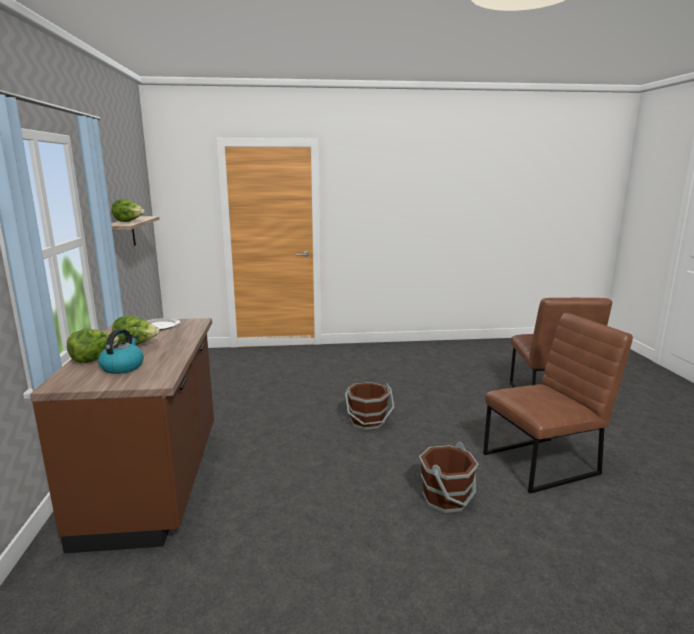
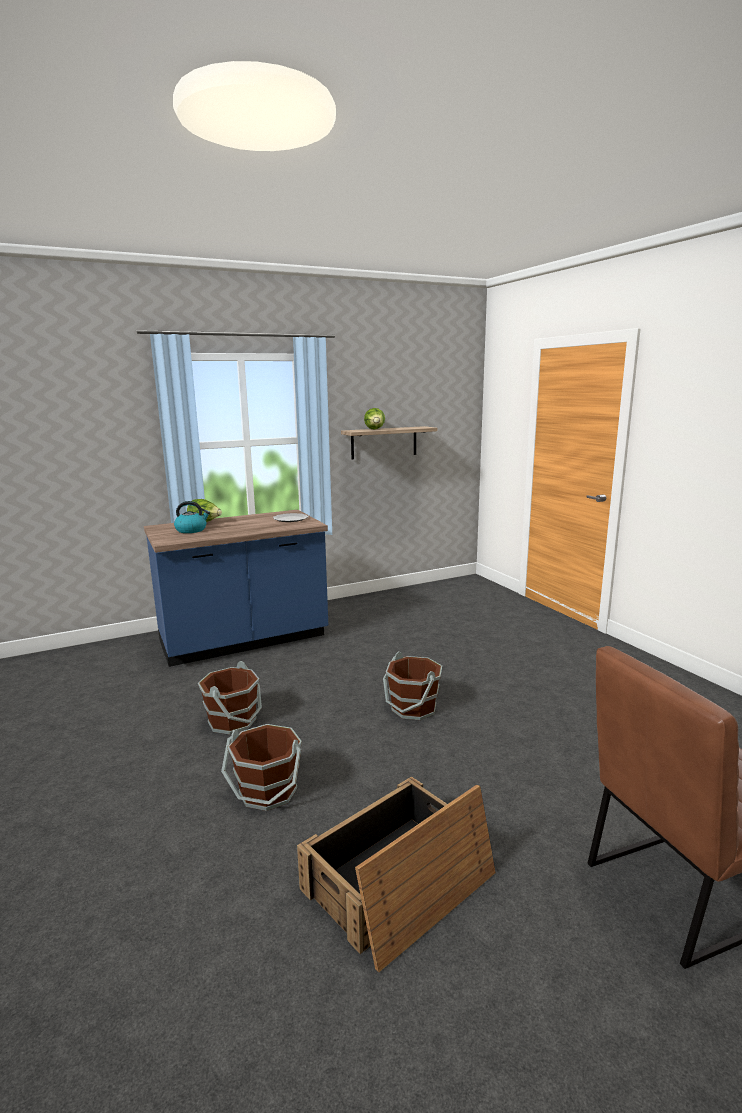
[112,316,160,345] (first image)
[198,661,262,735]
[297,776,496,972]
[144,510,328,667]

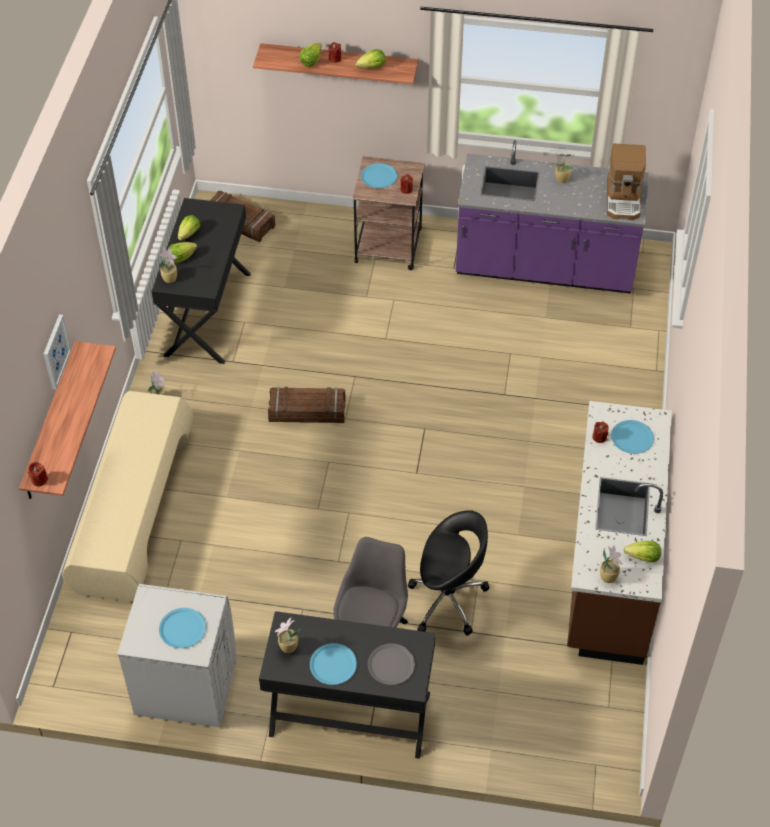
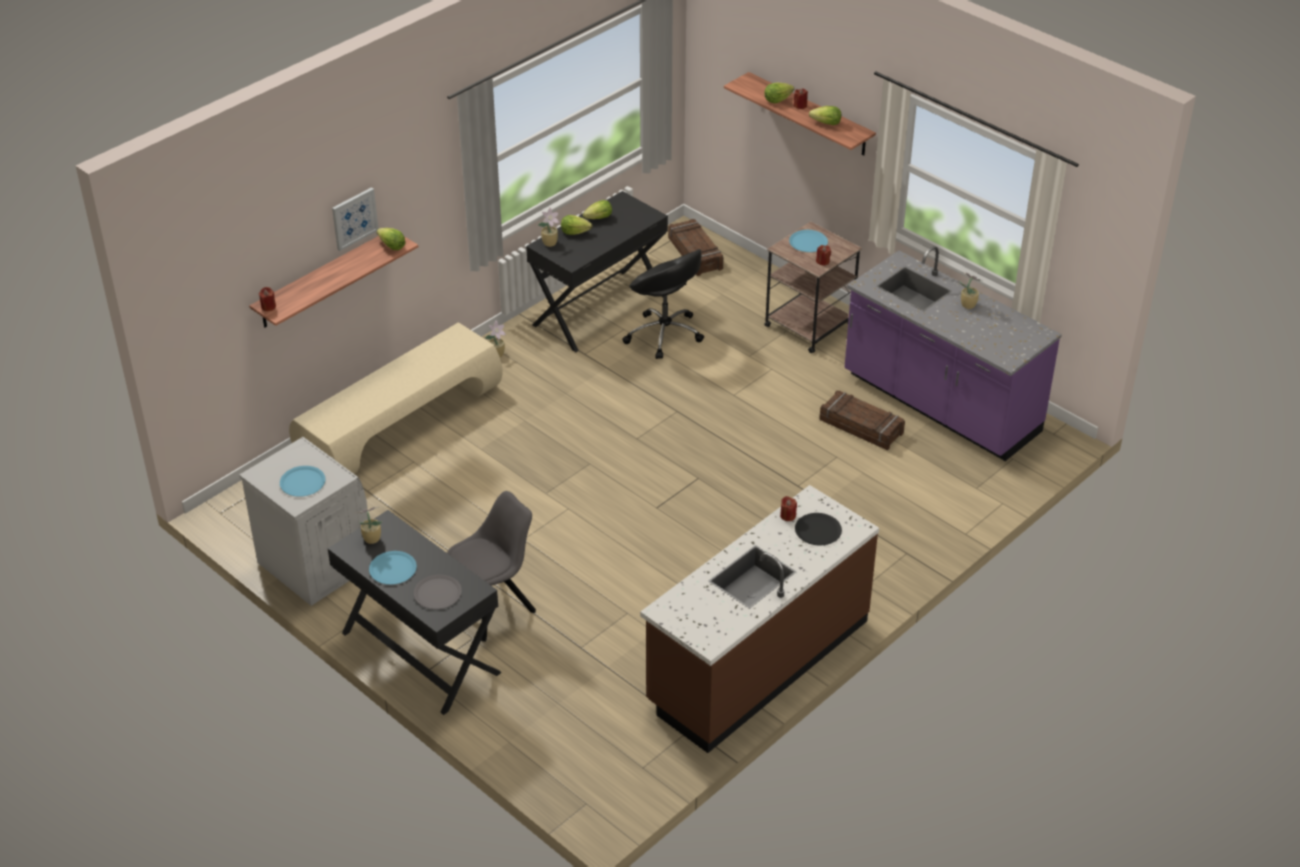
[600,545,622,583] (first image)
[607,143,646,220] (first image)
[819,391,905,450]
[622,249,704,359]
[377,228,406,250]
[795,513,842,545]

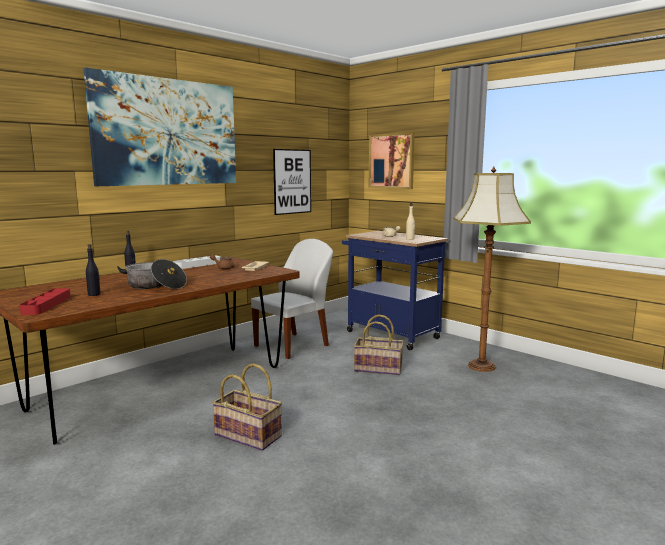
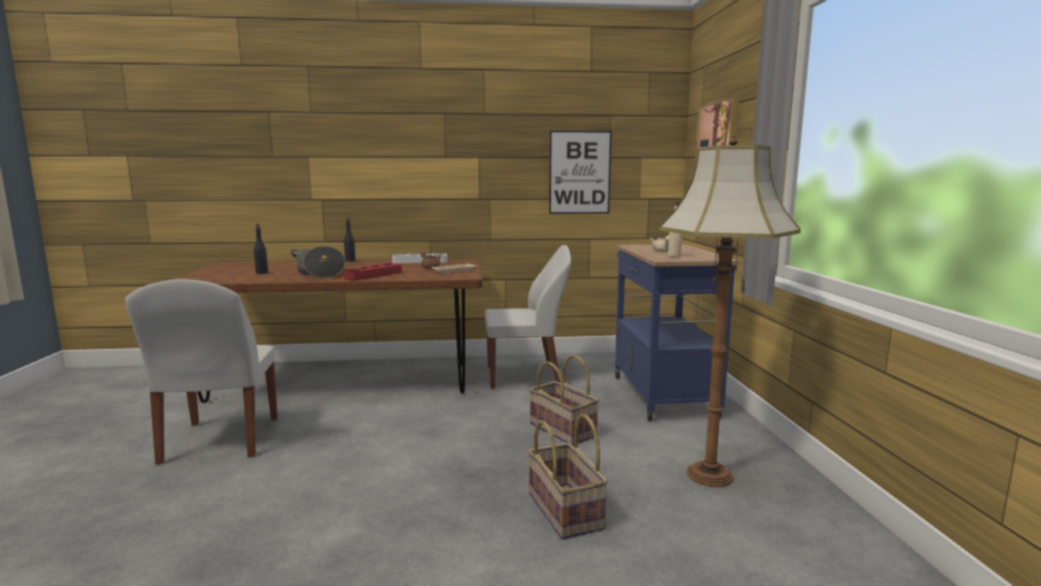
[83,68,236,186] (first image)
[125,279,278,464]
[344,263,402,281]
[528,414,608,539]

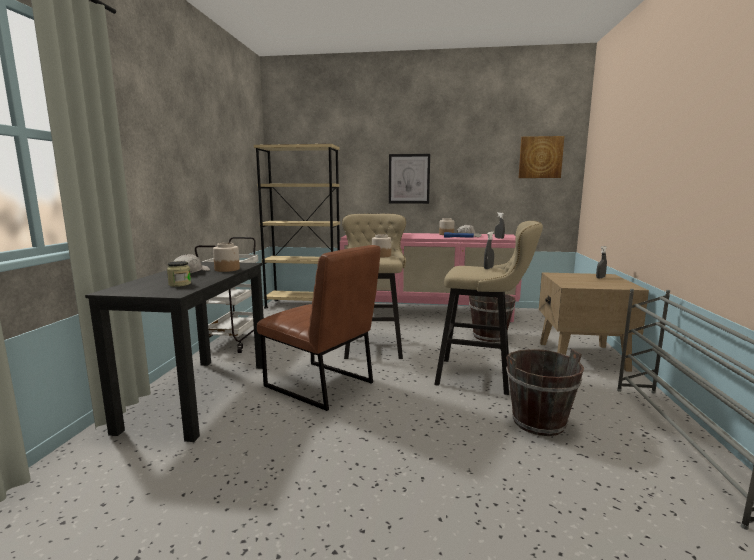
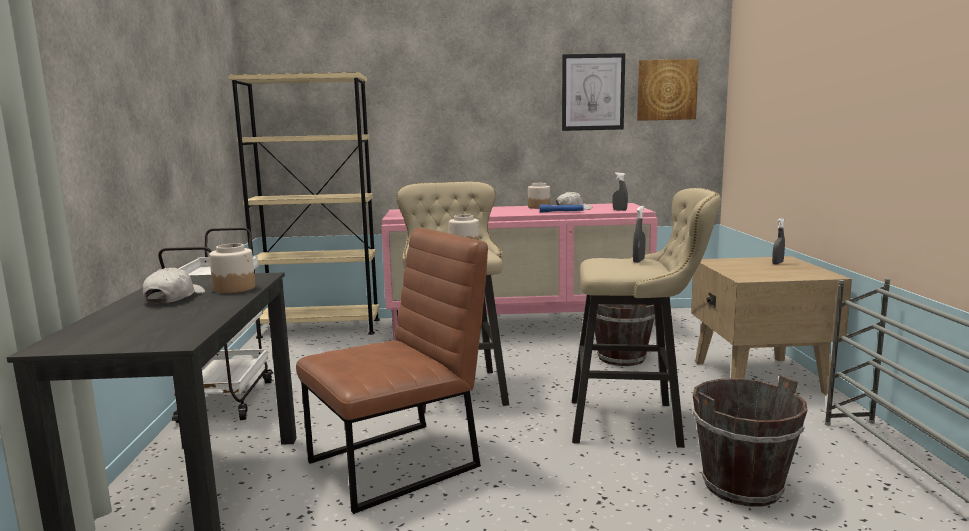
[167,261,191,287] (first image)
[562,53,625,131]
[296,228,488,514]

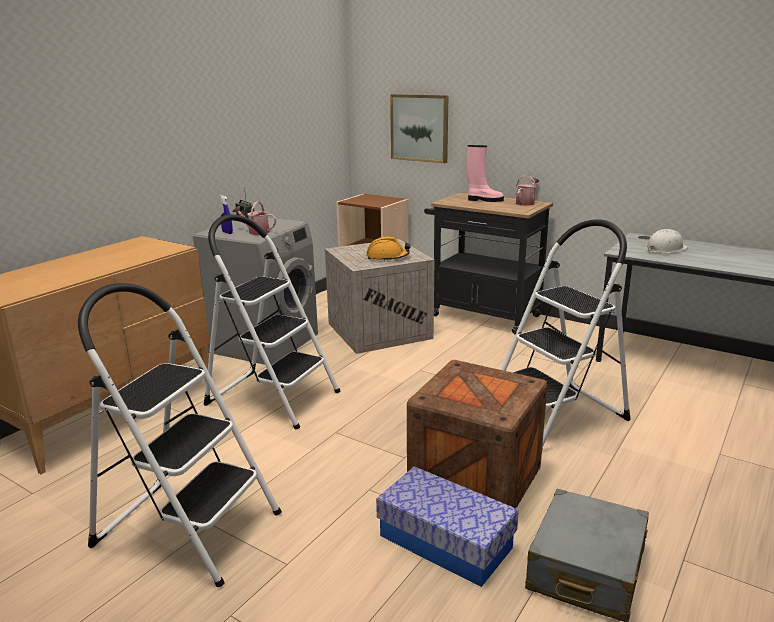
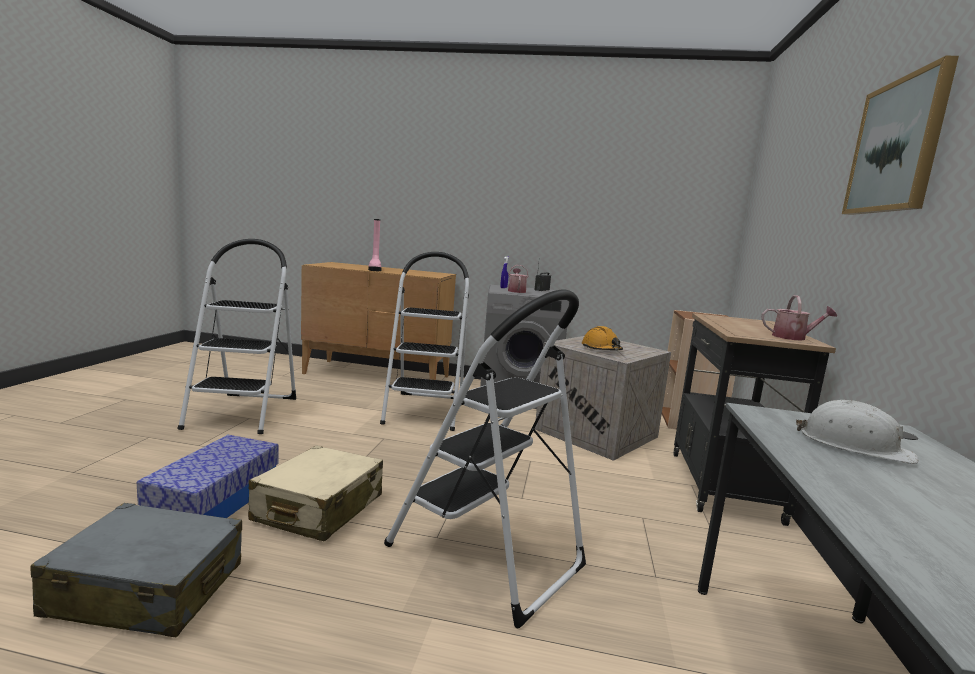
[842,56,959,215]
[368,219,382,271]
[248,445,383,541]

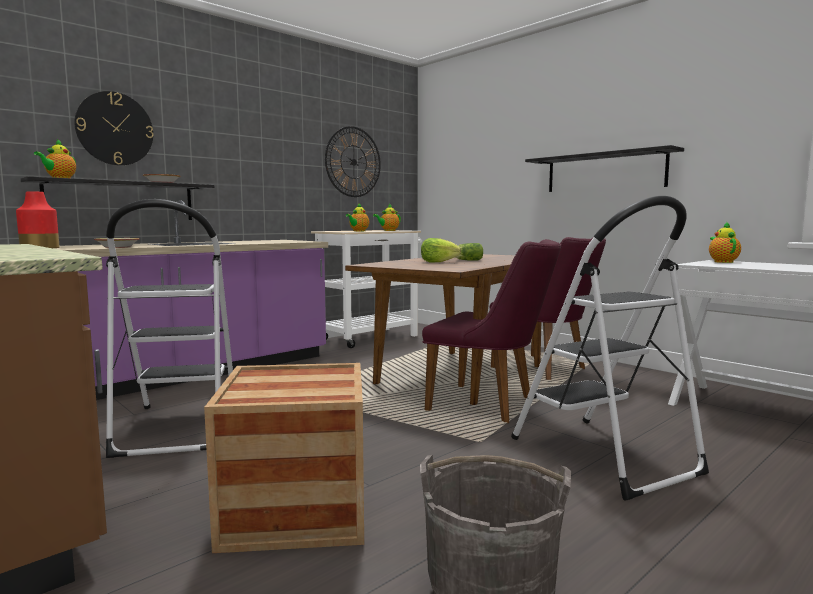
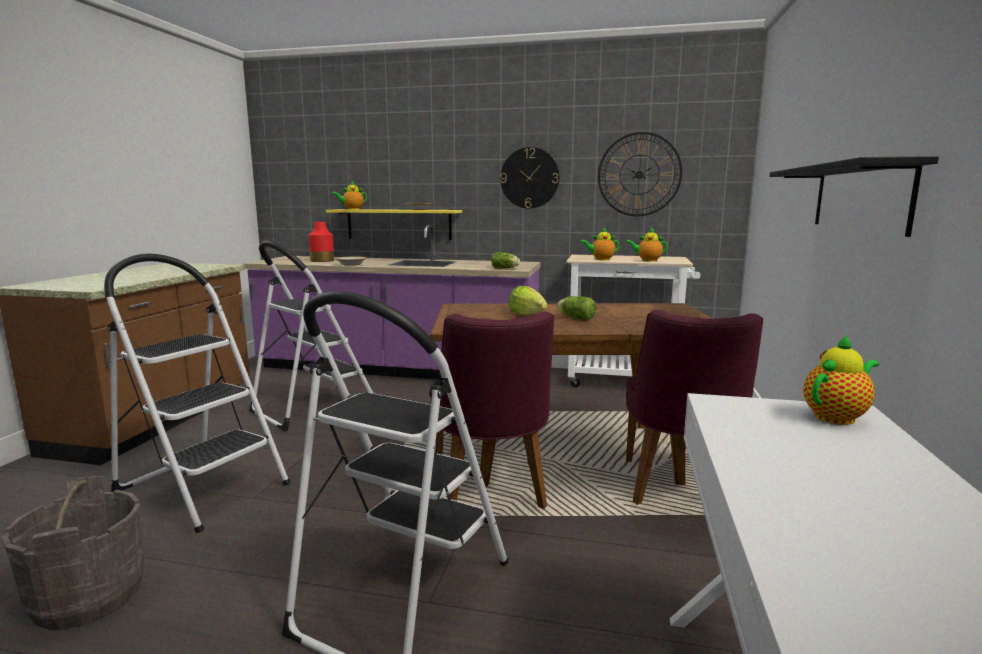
[491,252,520,269]
[500,147,559,209]
[104,254,291,533]
[326,209,462,240]

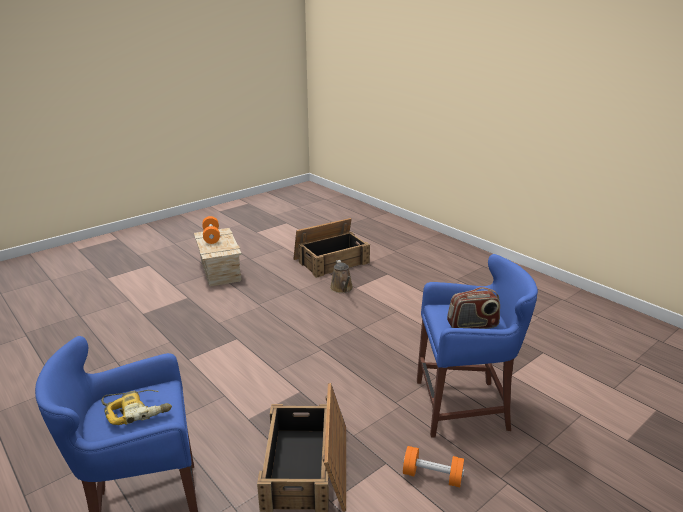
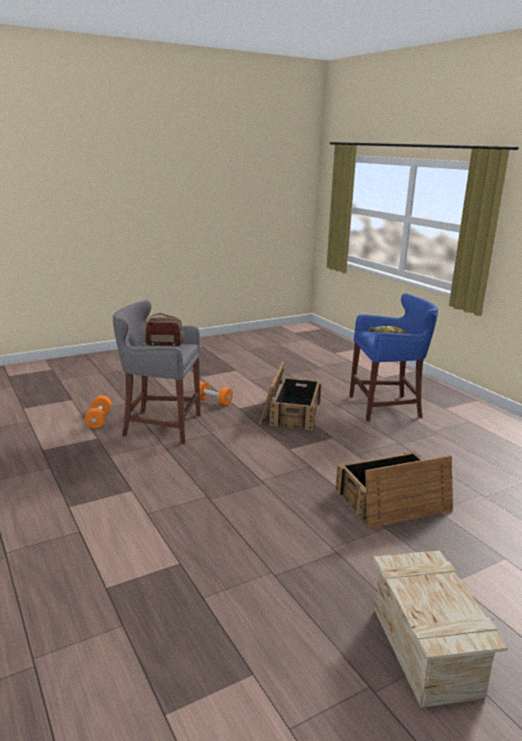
[330,260,353,293] (first image)
[85,395,111,428]
[335,451,453,528]
[113,300,200,444]

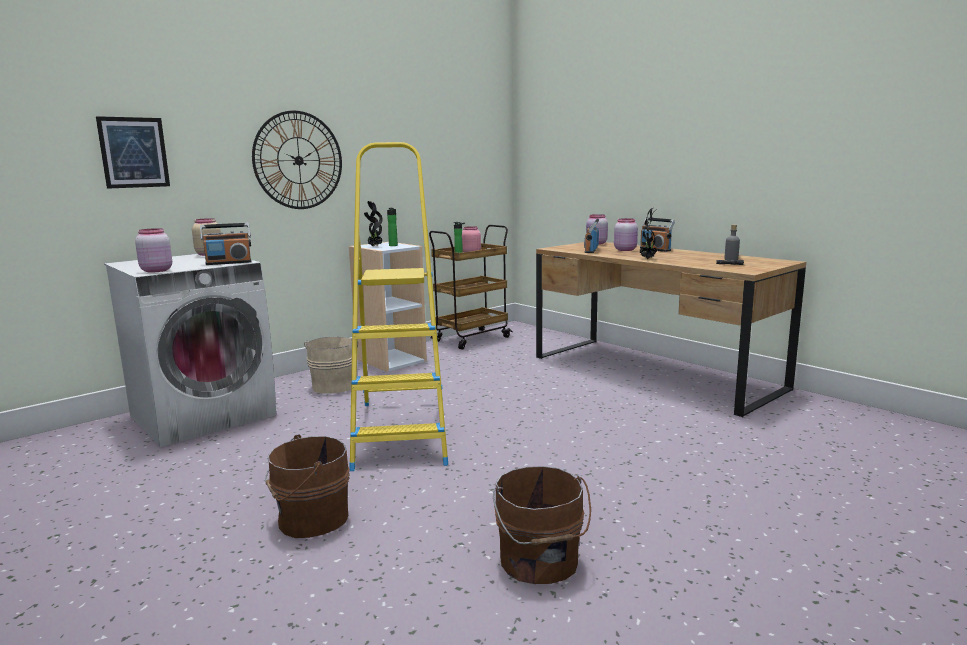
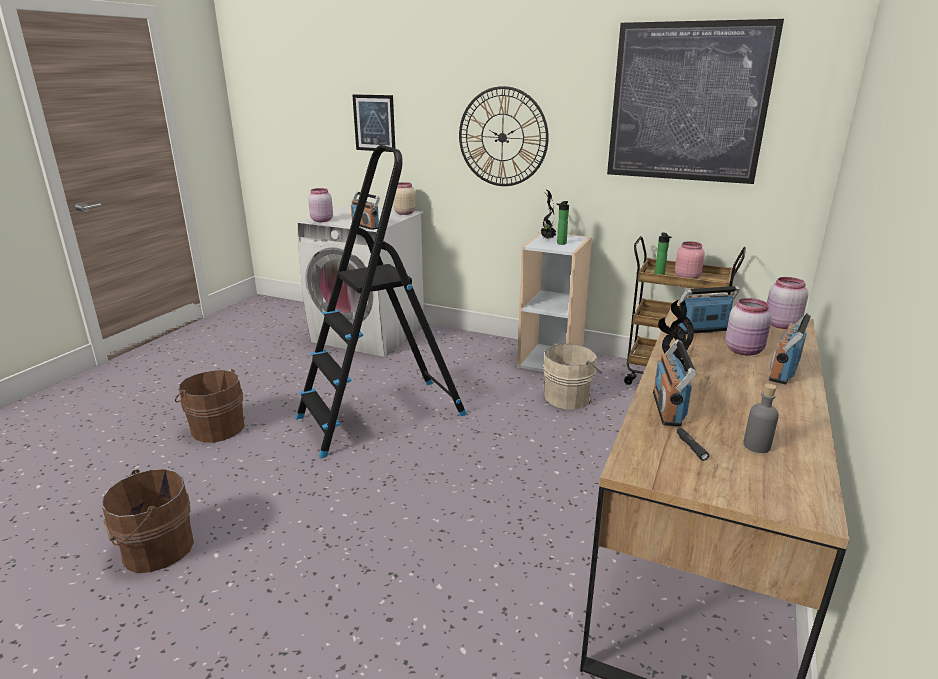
[607,19,784,184]
[653,339,696,426]
[543,343,602,410]
[296,145,467,458]

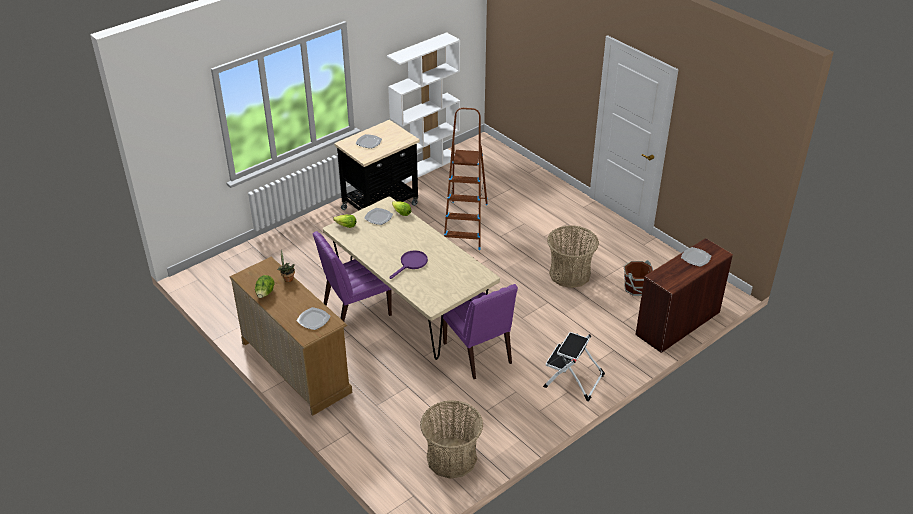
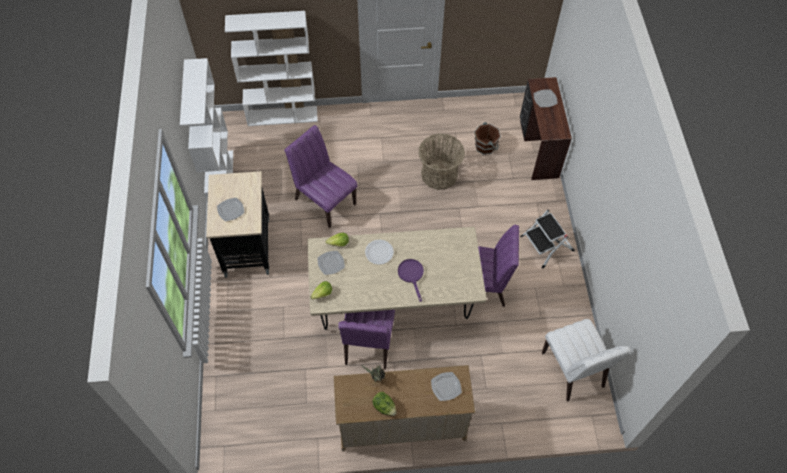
[225,11,318,126]
[365,240,394,265]
[542,319,631,402]
[284,125,358,228]

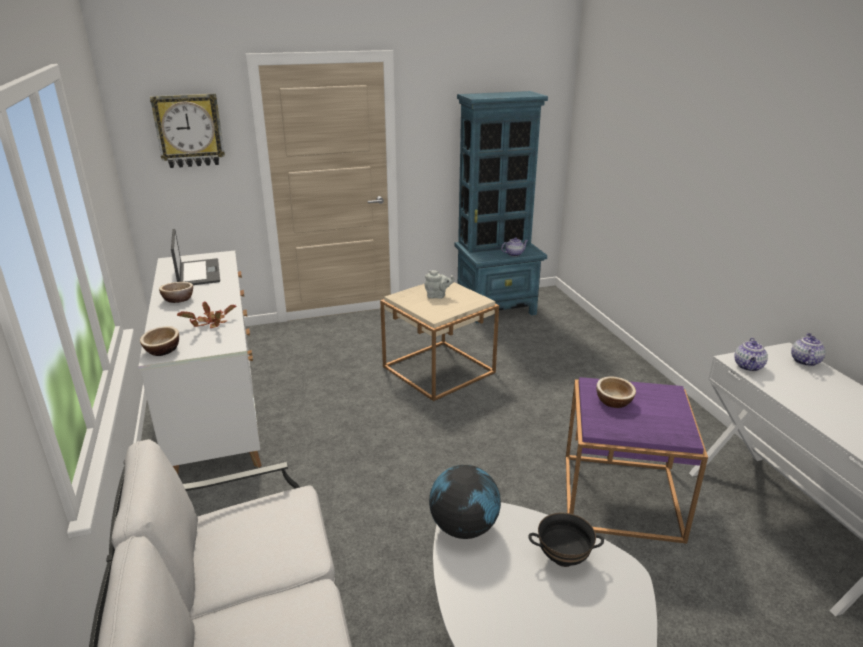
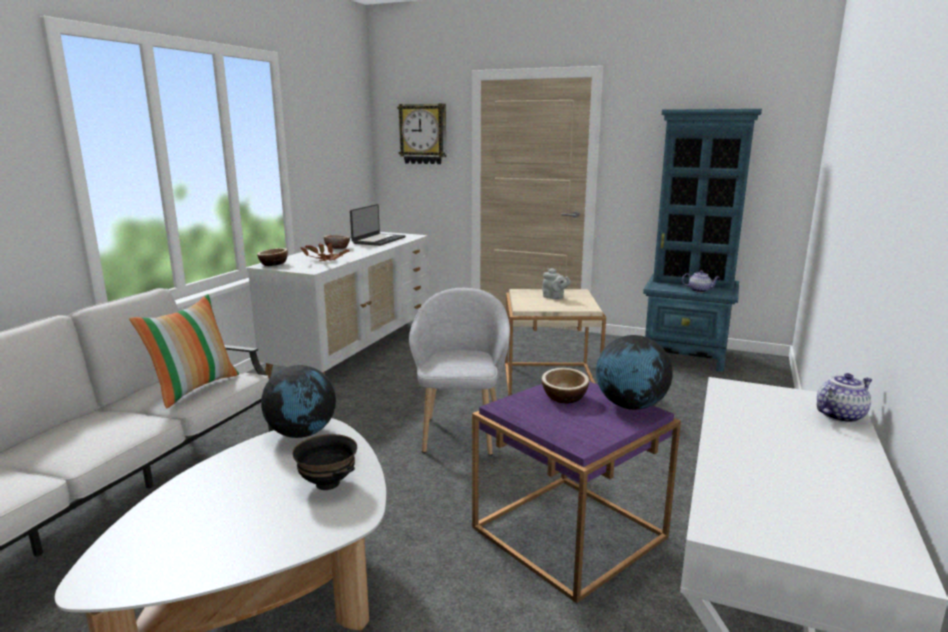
[734,338,768,371] (first image)
[129,294,239,408]
[409,288,510,455]
[596,335,672,410]

